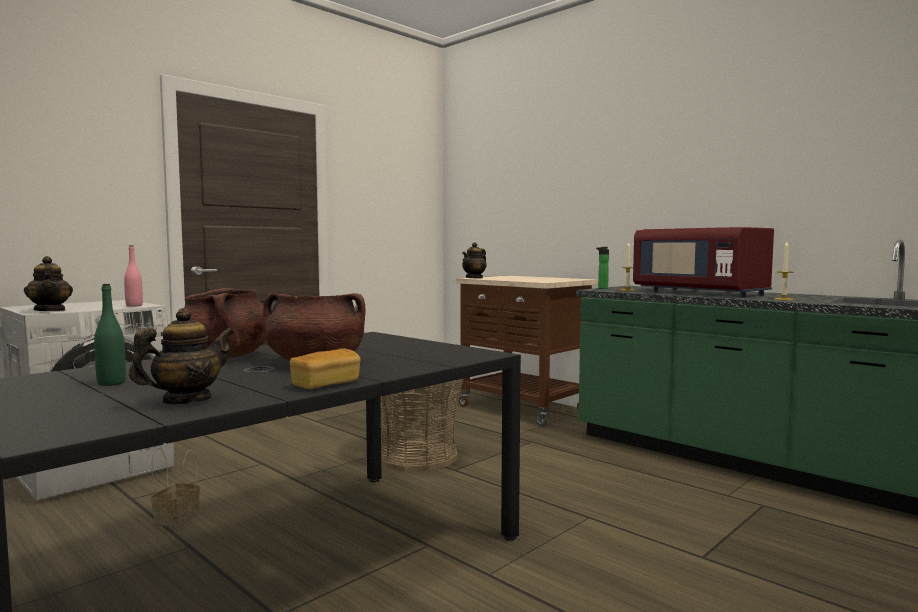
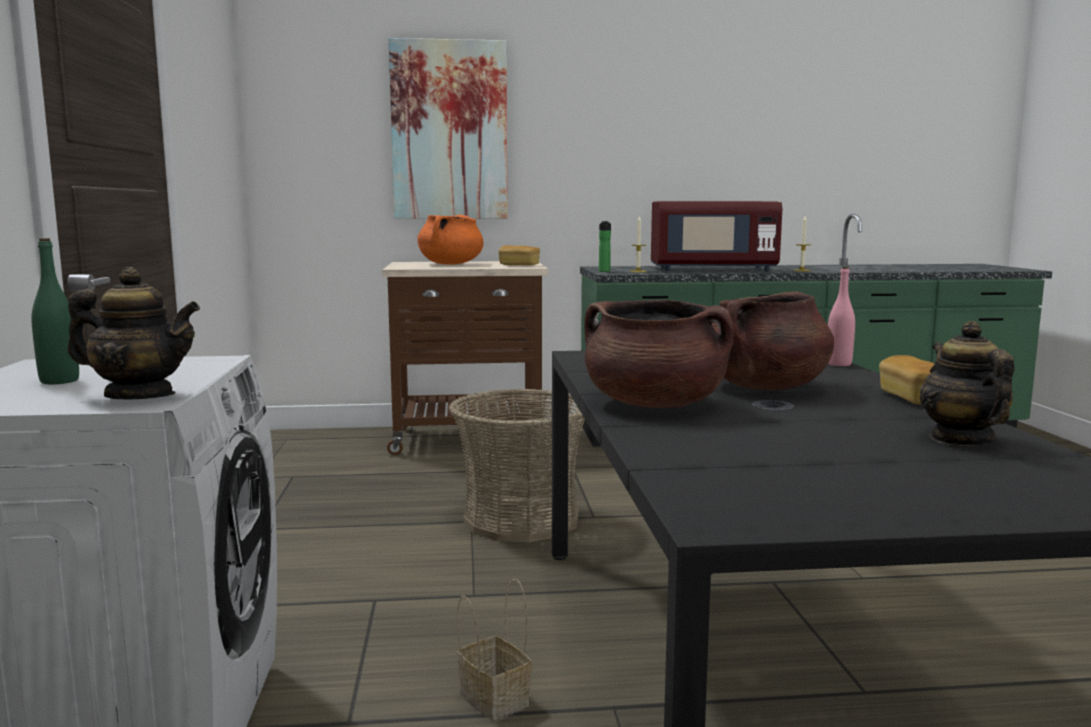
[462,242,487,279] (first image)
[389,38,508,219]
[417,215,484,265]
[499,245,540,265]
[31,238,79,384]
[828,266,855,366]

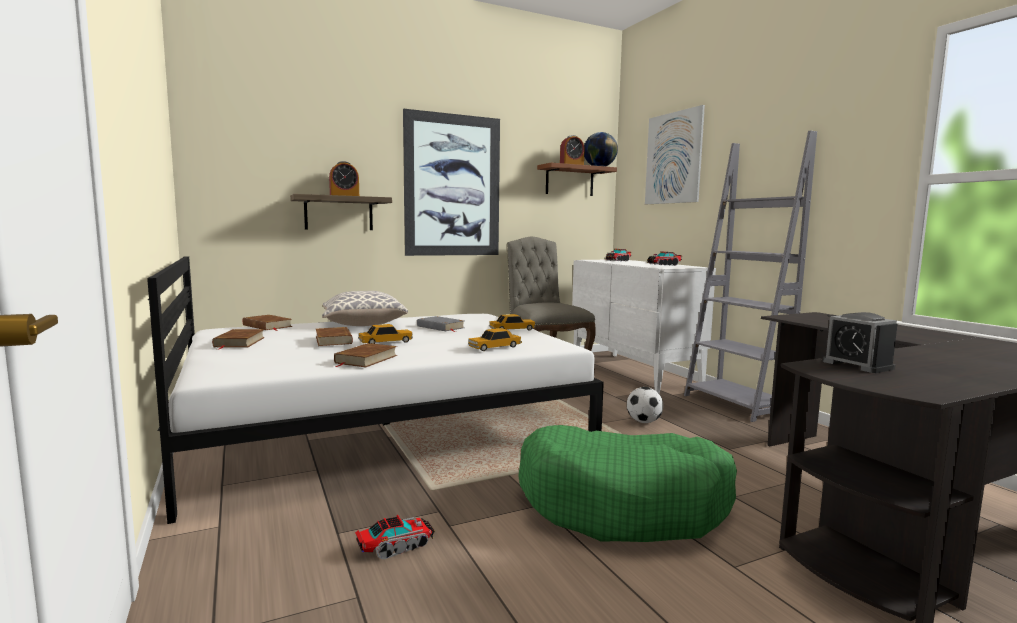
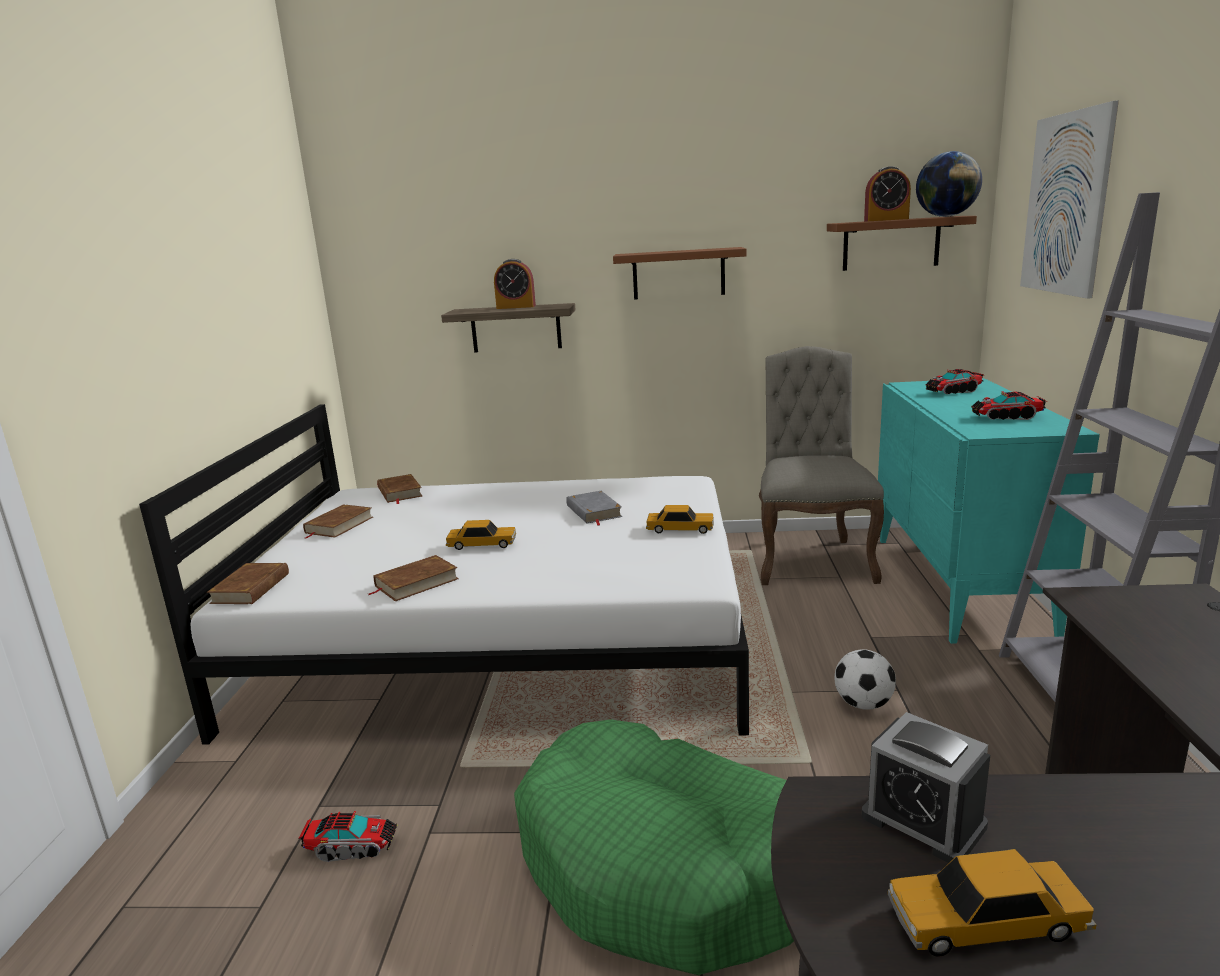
[322,291,408,326] (first image)
[207,563,289,604]
[888,849,1097,956]
[613,247,747,300]
[878,378,1100,644]
[862,712,990,863]

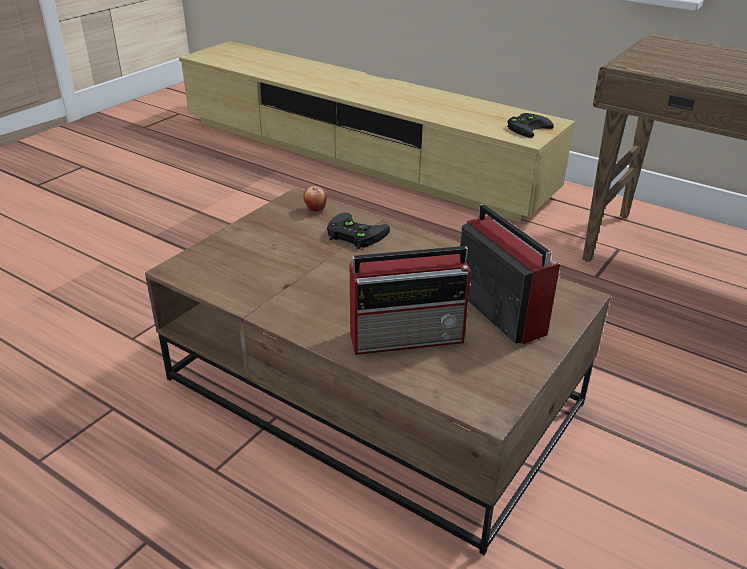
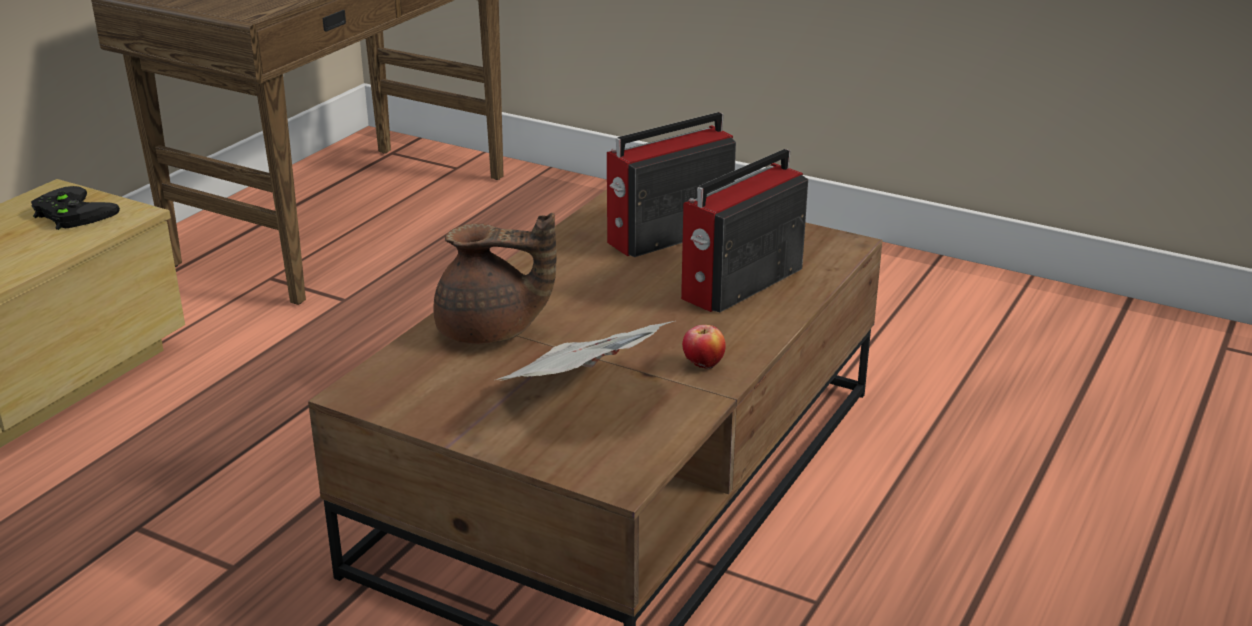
[496,321,674,381]
[682,325,726,369]
[433,213,557,345]
[681,149,808,312]

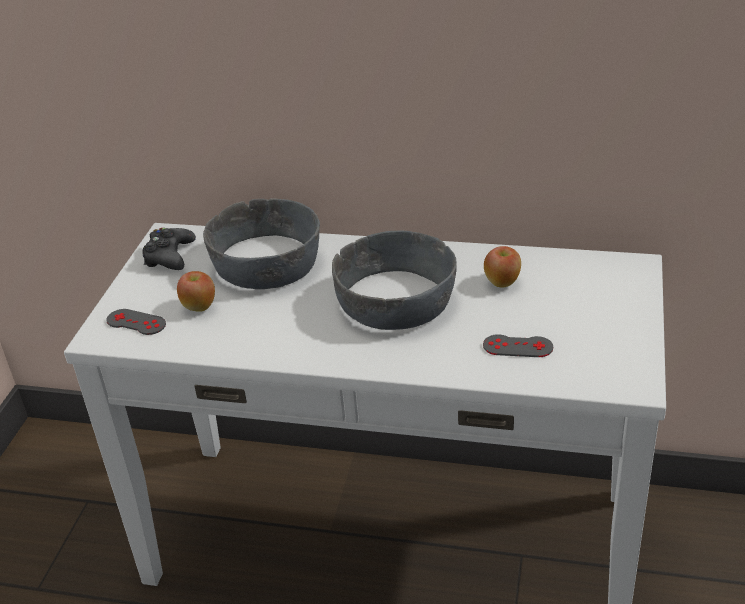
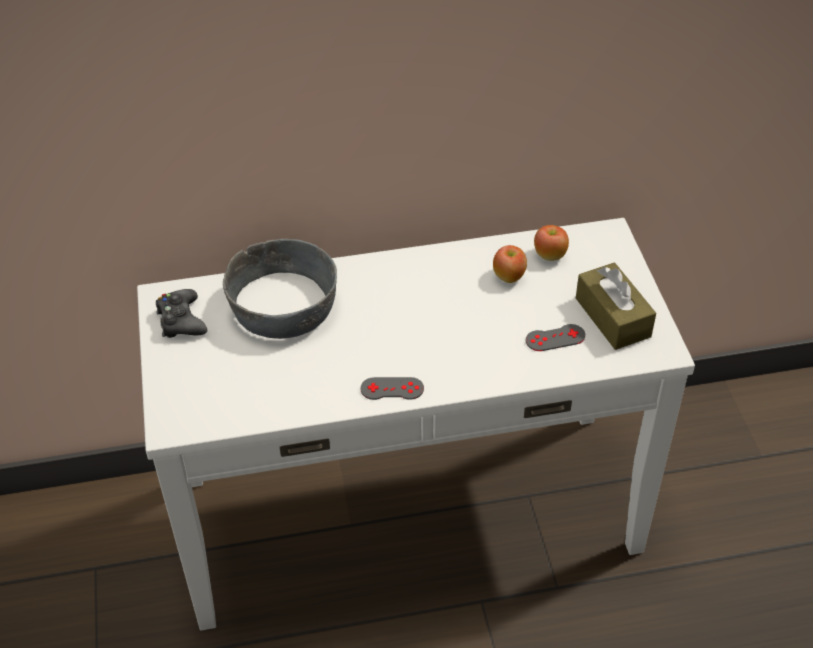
[332,231,457,330] (first image)
[576,263,656,350]
[360,377,424,400]
[534,225,569,261]

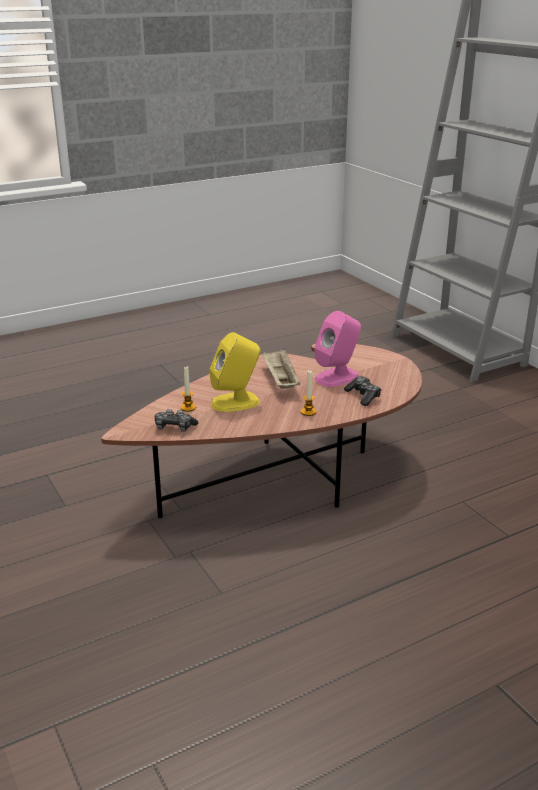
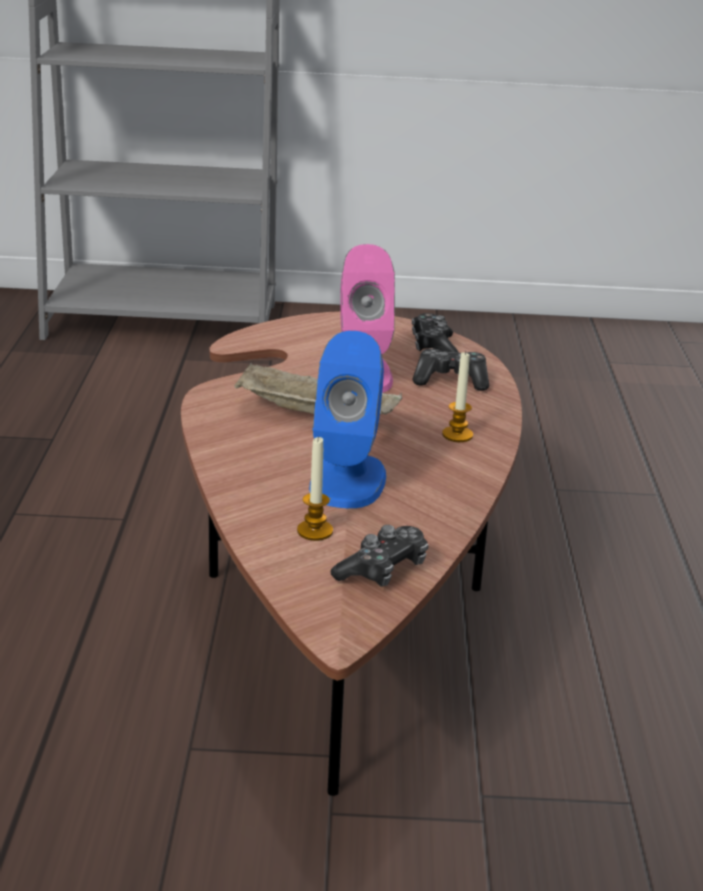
[412,313,459,353]
[309,331,386,508]

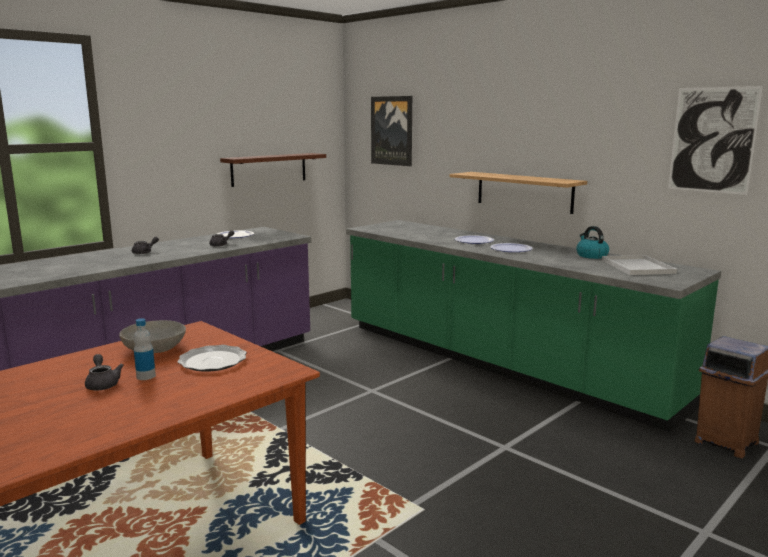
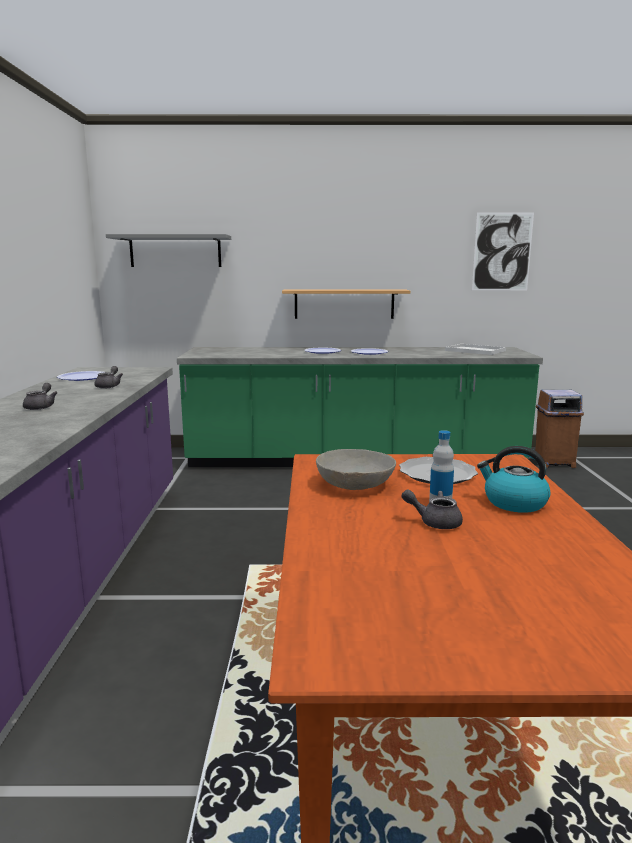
[220,153,326,187] (first image)
[477,446,550,513]
[106,234,231,267]

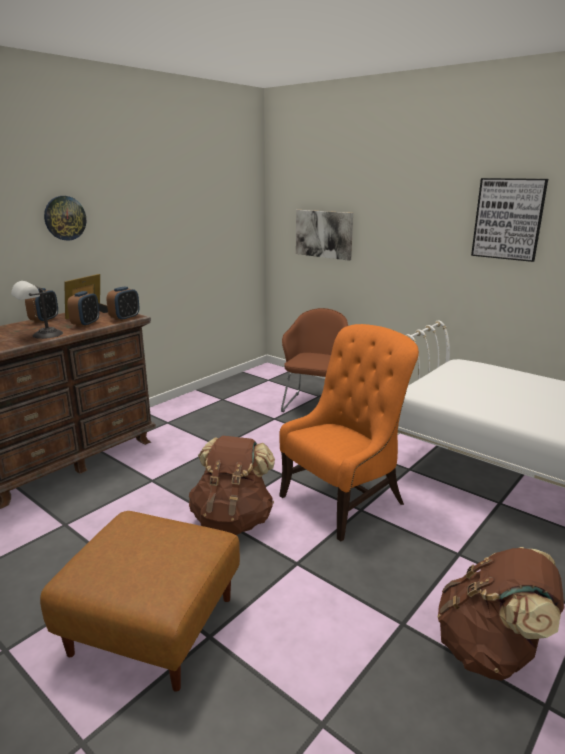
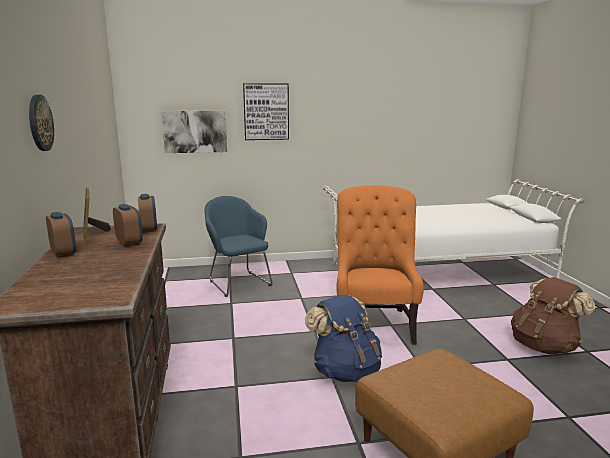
[11,281,63,339] (first image)
[243,83,289,140]
[305,294,382,382]
[204,196,273,297]

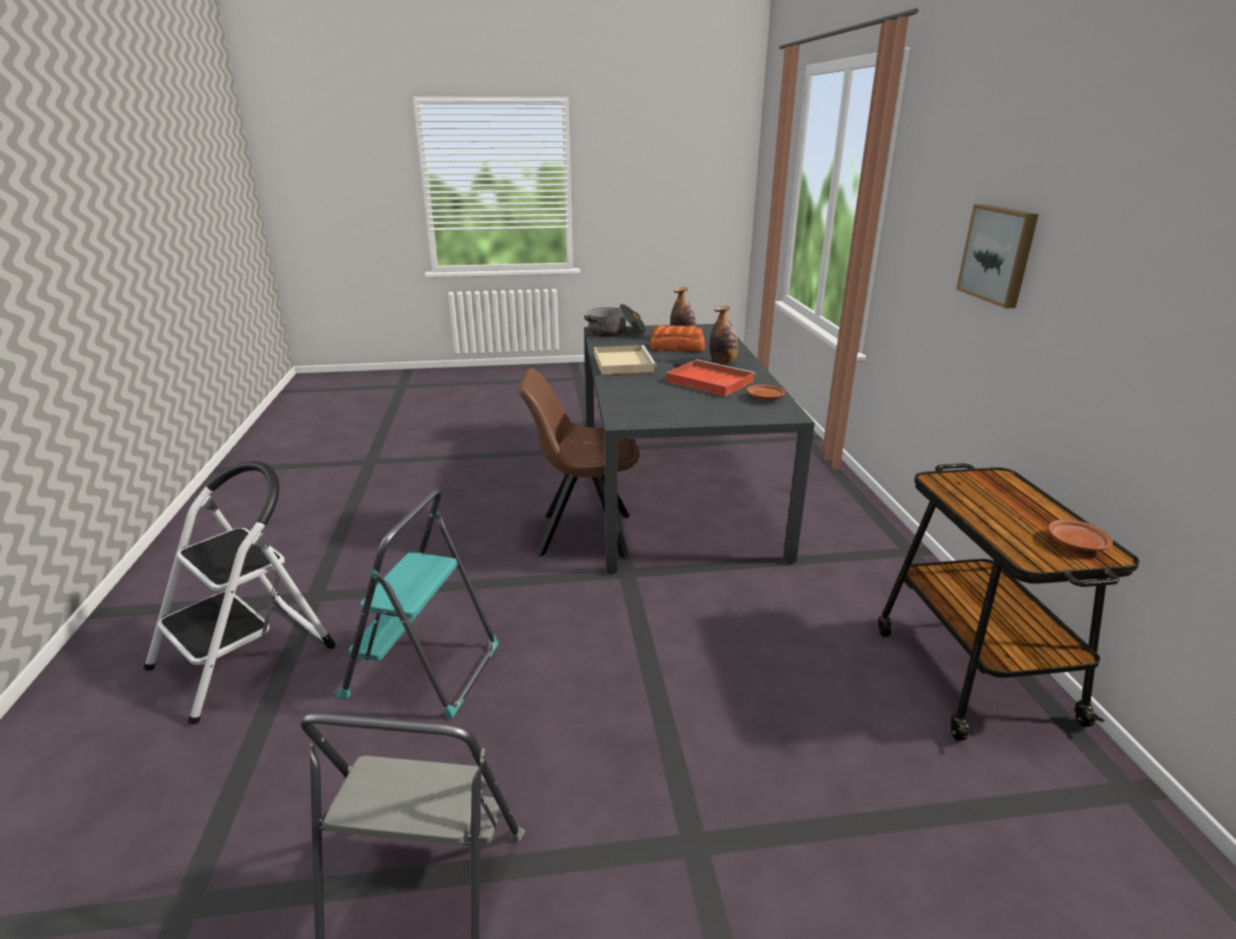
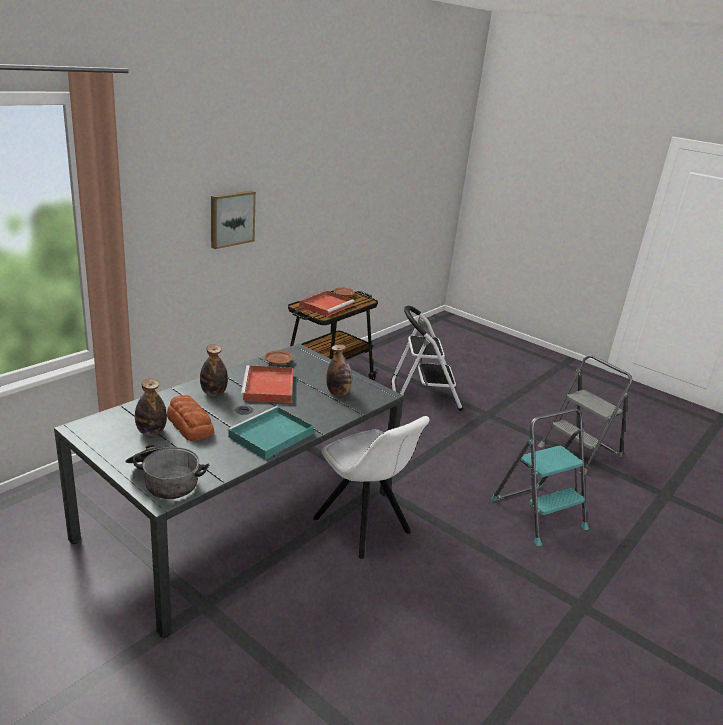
[299,290,355,317]
[326,344,352,396]
[391,306,463,411]
[313,416,430,559]
[227,406,314,460]

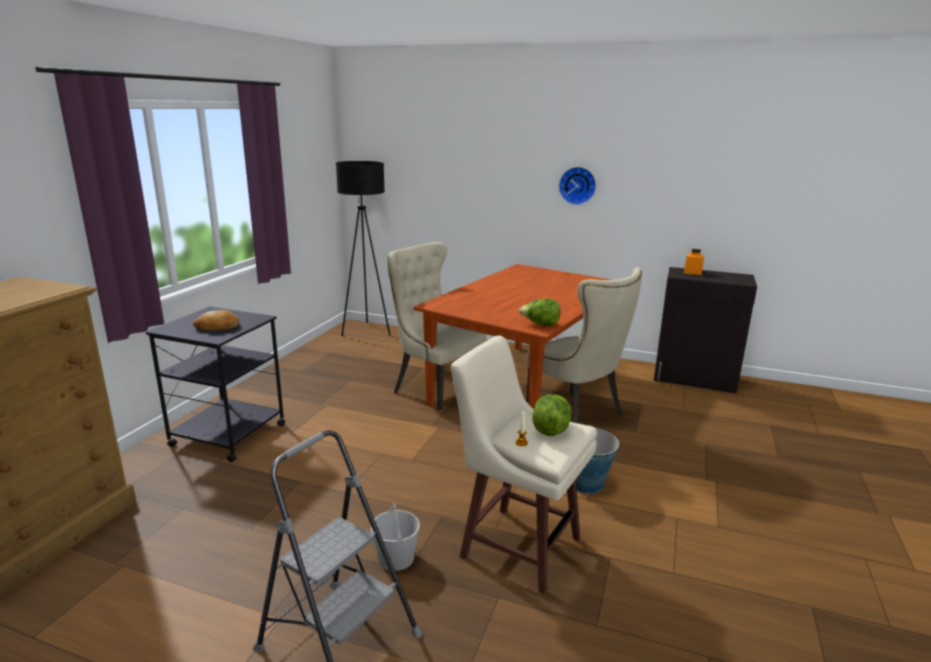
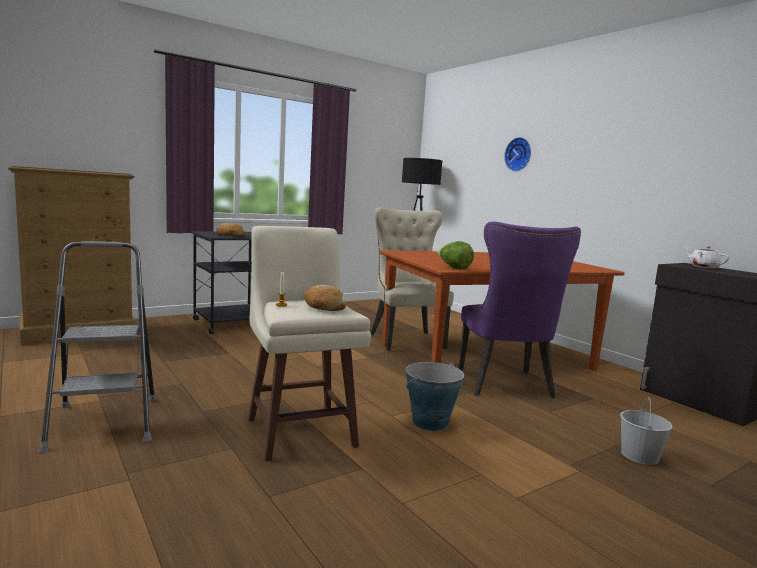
[620,397,673,465]
[504,137,531,172]
[304,285,347,311]
[684,246,729,268]
[458,222,581,398]

